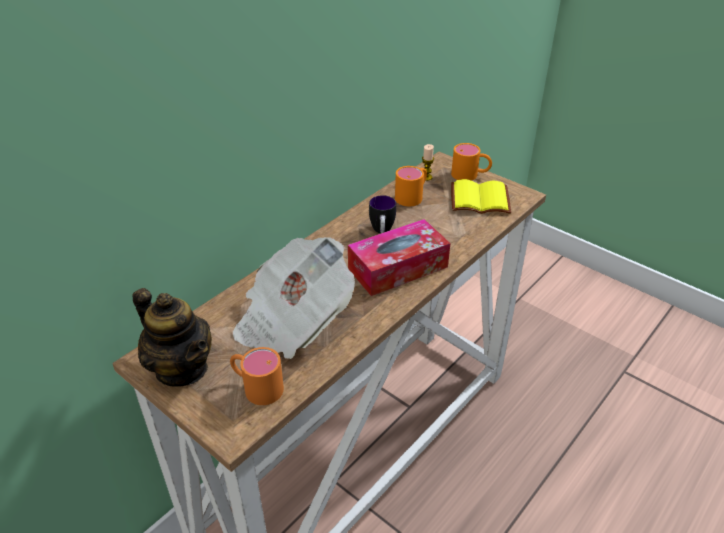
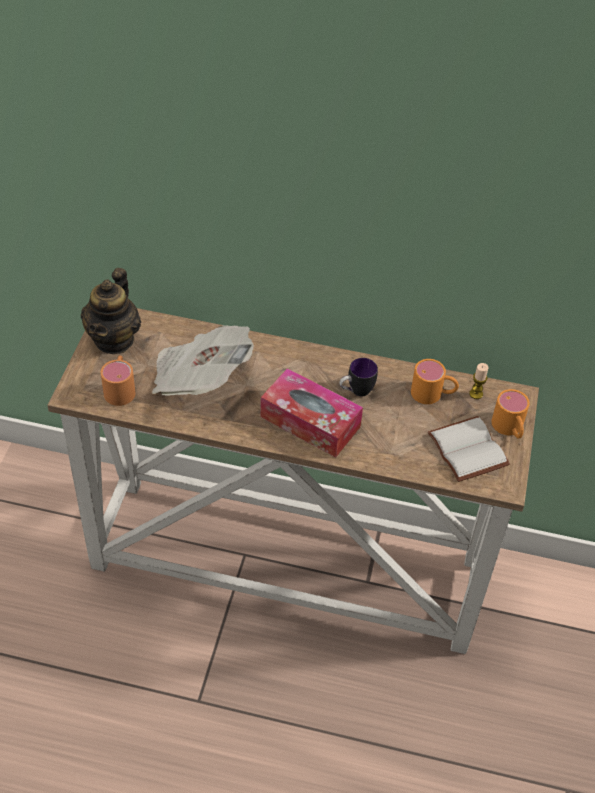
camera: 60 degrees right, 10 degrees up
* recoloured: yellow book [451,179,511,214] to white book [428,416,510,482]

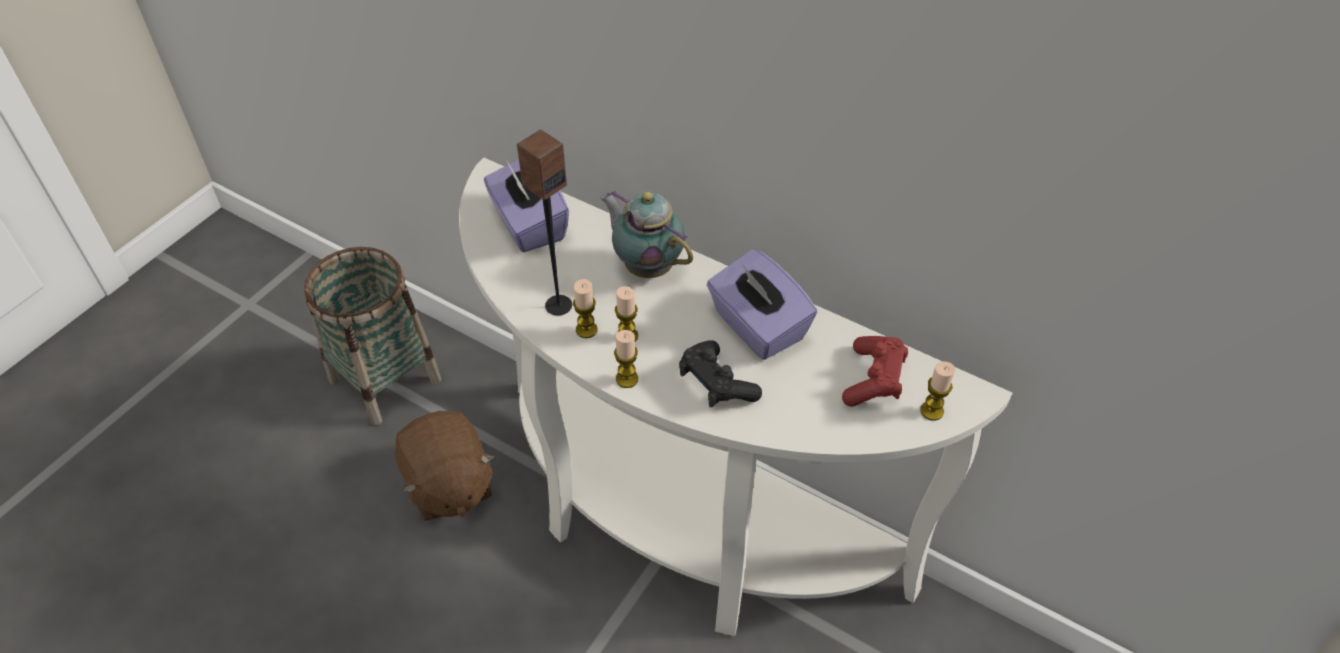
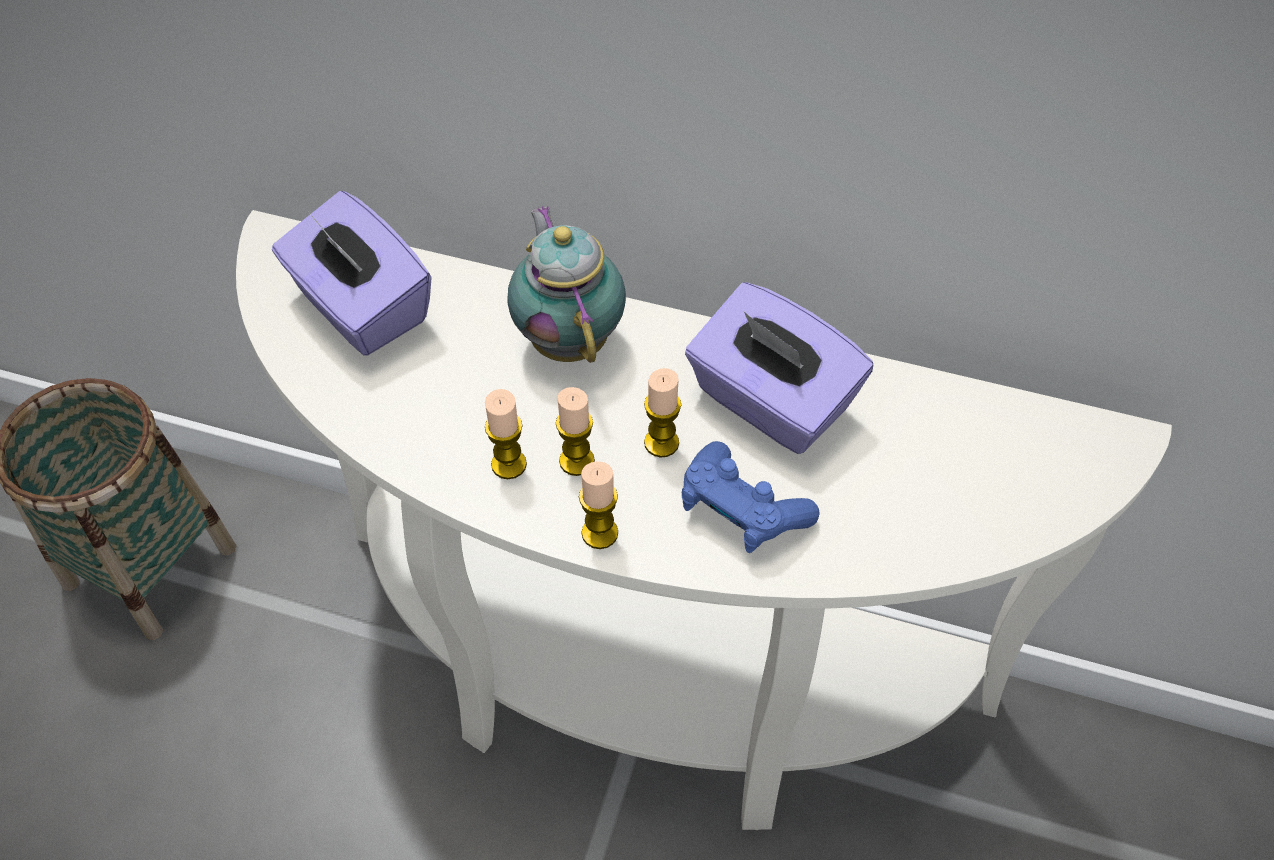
camera: 15 degrees left, 5 degrees up
* removed: speaker [517,130,572,315]
* turned: teapot [600,190,693,278] = [507,206,626,363] 45 degrees clockwise
* removed: red game controller [842,336,908,407]
* recoloured: black game controller [679,340,762,408] to blue game controller [681,441,819,553]
* moved: candle [921,362,955,421] to [644,368,681,458]
* removed: brown plush toy [395,411,494,520]

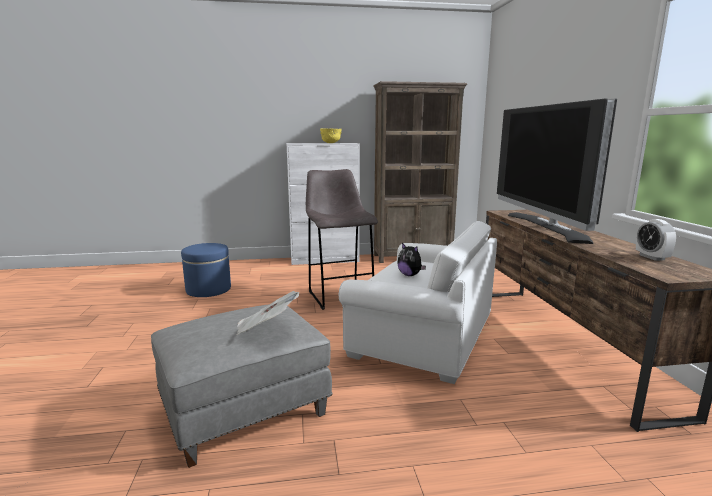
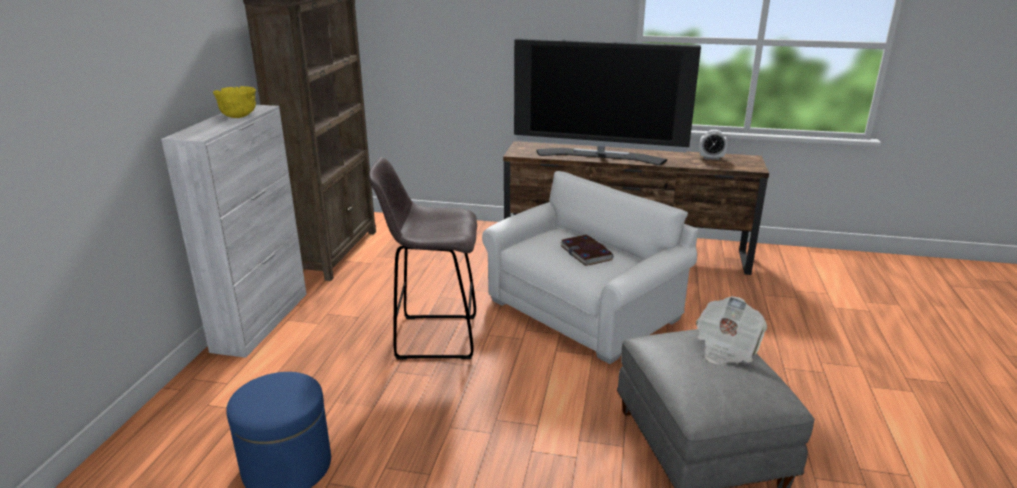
camera: 70 degrees left, 10 degrees up
* replaced: plush toy [397,243,426,276] to book [560,235,613,266]

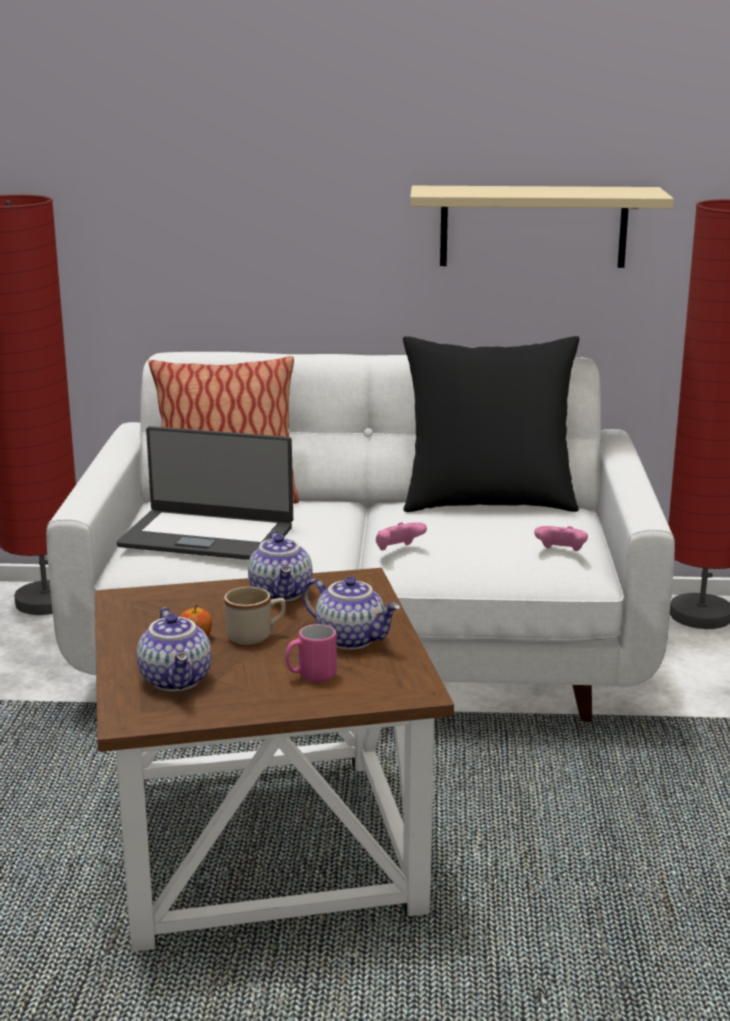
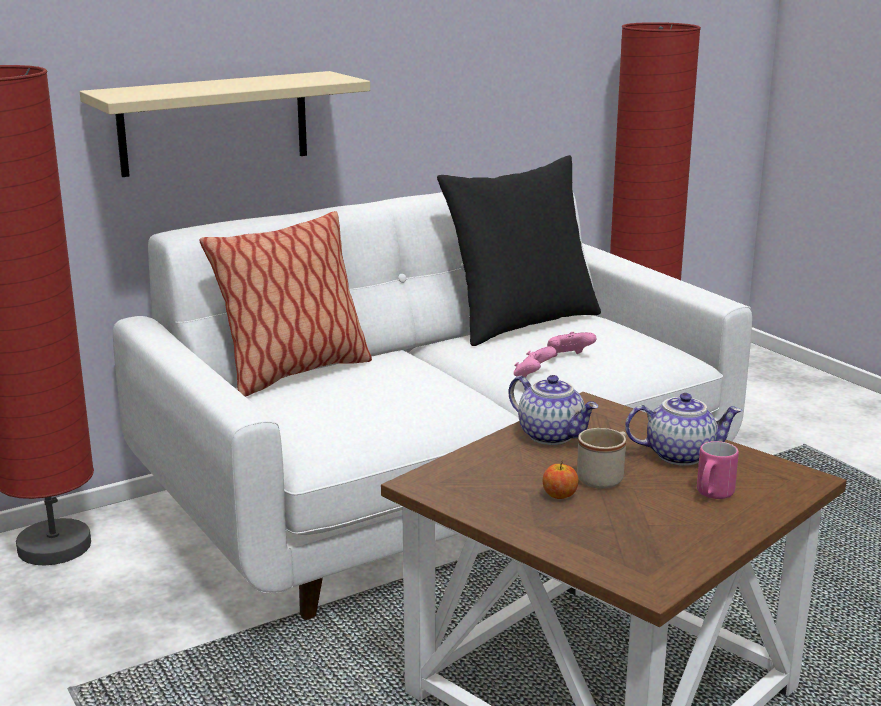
camera: 35 degrees left, 0 degrees up
* moved: beige shelf [410,186,674,268] to [80,71,370,177]
* removed: laptop [117,426,293,560]
* moved: pink game controller [534,526,588,551] to [547,332,596,357]
* removed: teapot [137,607,212,691]

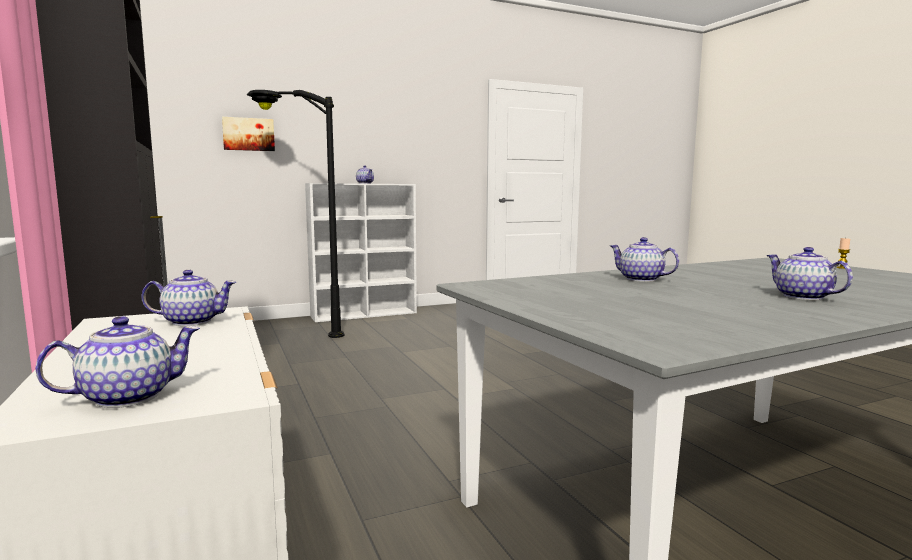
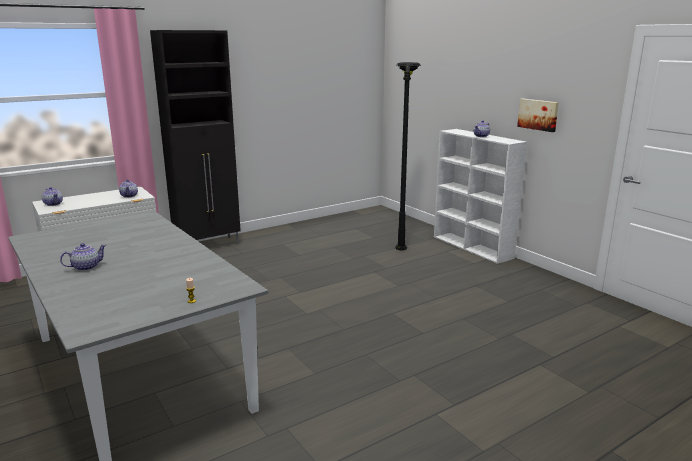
camera: 80 degrees right, 10 degrees up
* moved: picture [222,117,275,151] to [517,99,559,132]
* removed: teapot [610,237,679,282]

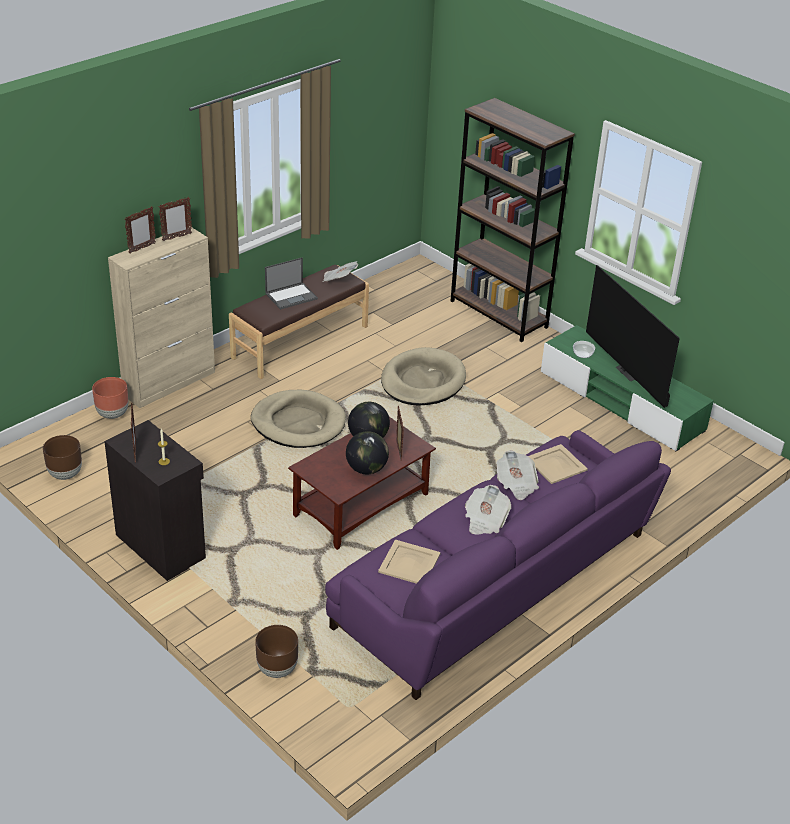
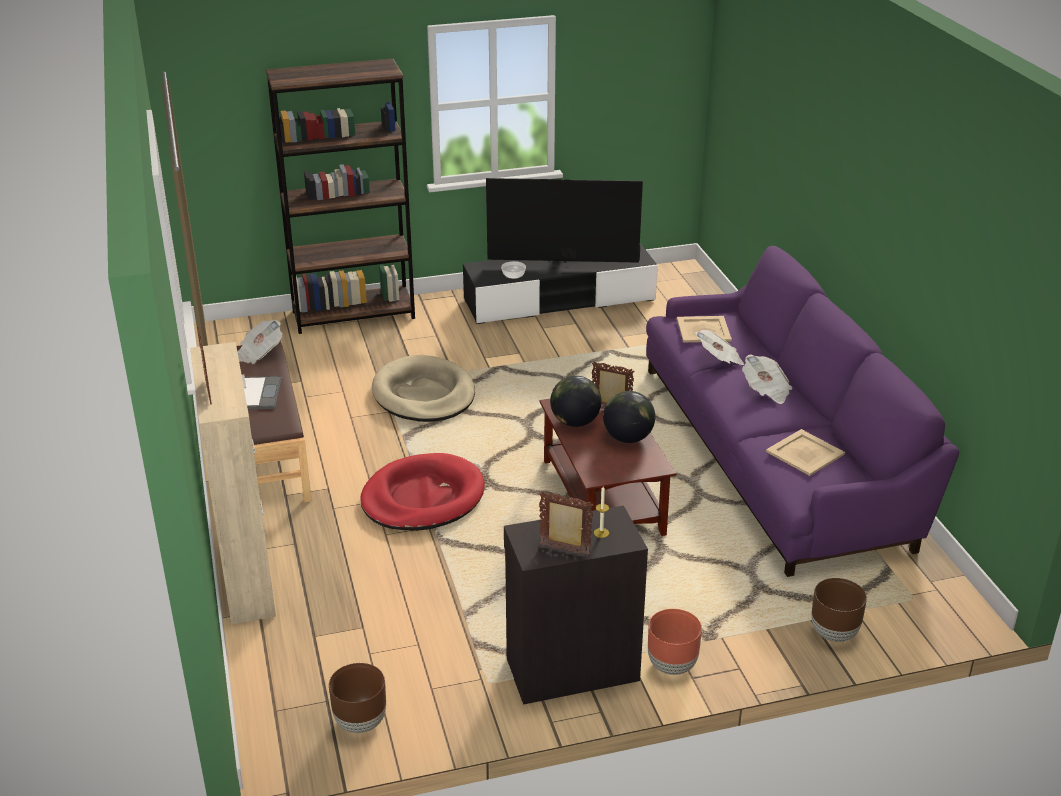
camera: 60 degrees left, 5 degrees down
* removed: picture frame [159,197,192,241]
* recoloured: green tv stand [541,325,714,452] to black tv stand [463,243,658,324]
* moved: brown planter [92,377,128,419] to [648,609,702,675]
* recoloured: beige dog bed [251,390,346,448] to red dog bed [360,453,485,531]

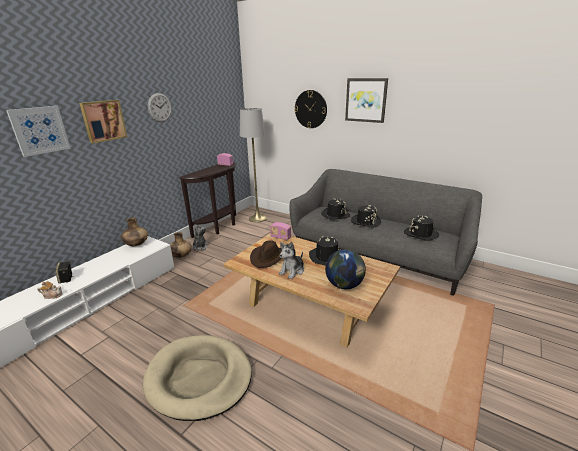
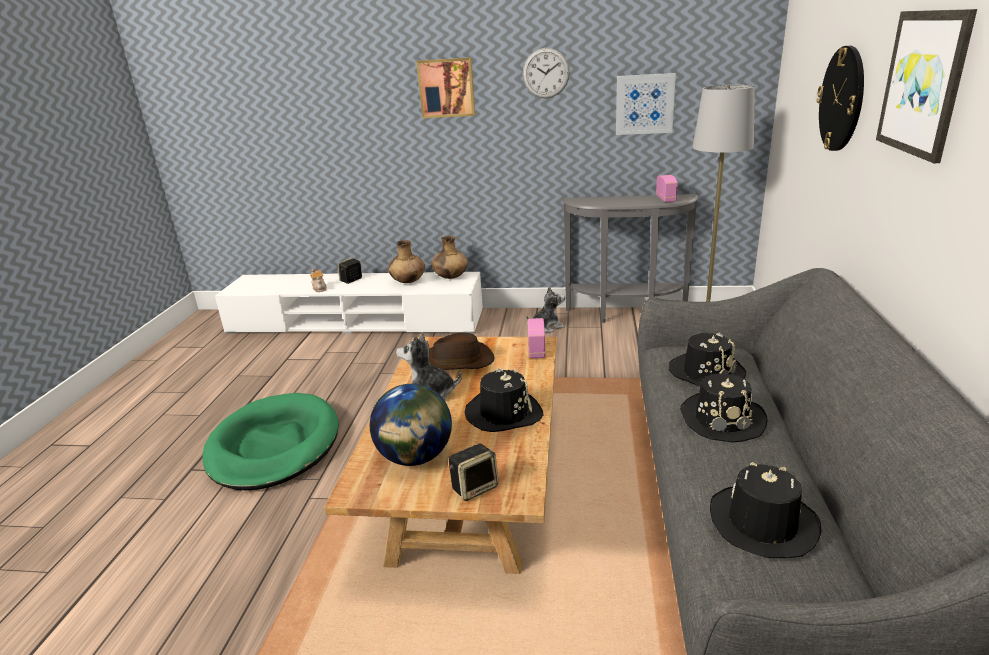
camera: 65 degrees right, 0 degrees up
* moved: picture [6,106,70,157] to [616,73,676,135]
* recoloured: brown console table [179,162,236,238] to grey console table [562,194,699,323]
* moved: brown vase [170,232,192,258] to [388,240,425,283]
* recoloured: beige dog bed [143,335,252,421] to green dog bed [203,393,339,490]
* added: speaker [449,444,499,501]

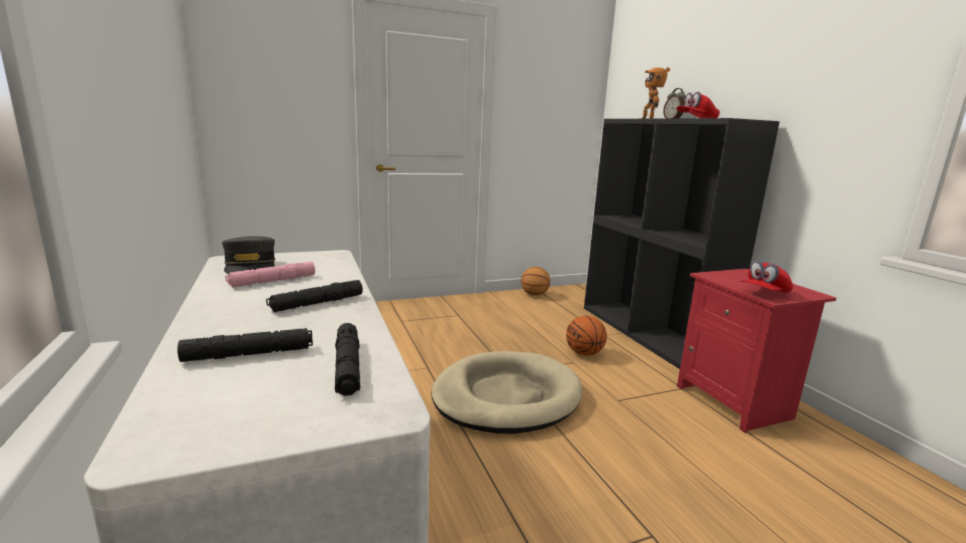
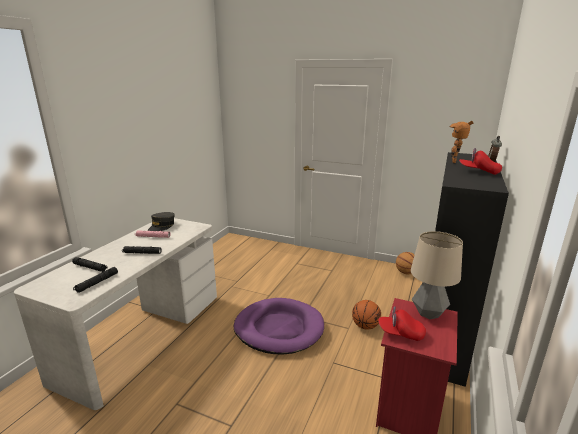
camera: 45 degrees right, 5 degrees up
* recoloured: beige dog bed [431,351,582,434] to purple dog bed [233,298,324,355]
* added: table lamp [411,231,463,319]

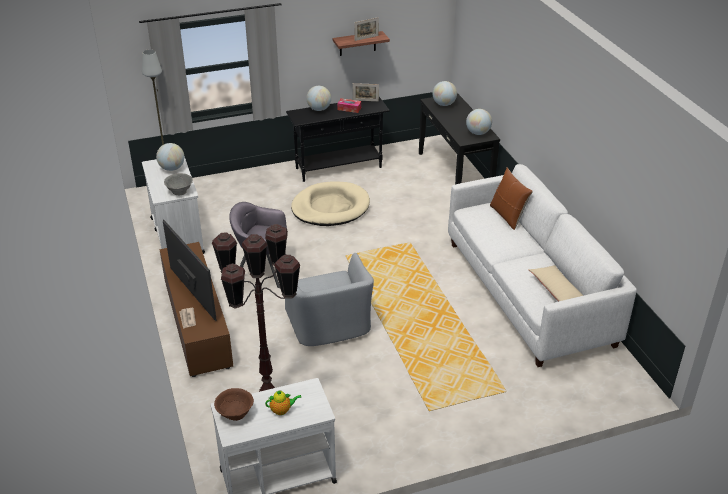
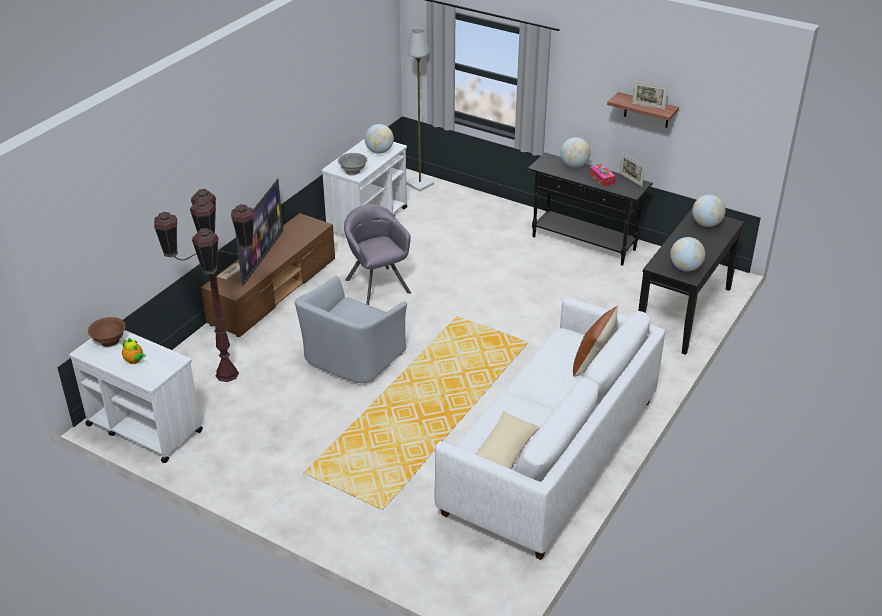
camera: 50 degrees right, 0 degrees up
* removed: beige dog bed [291,181,370,226]

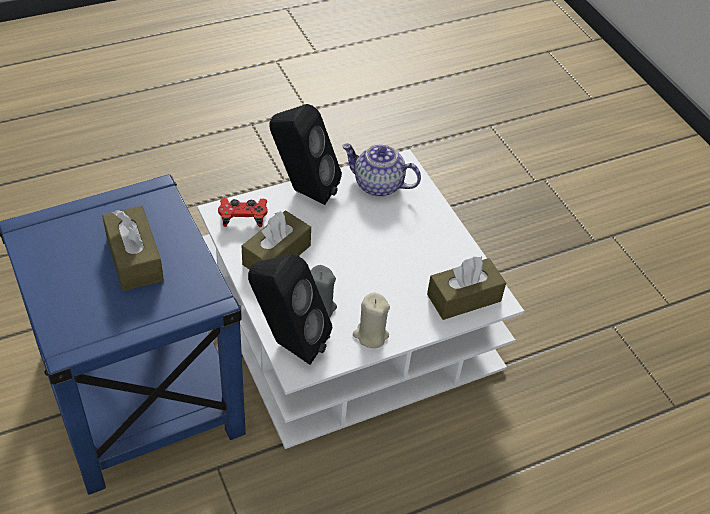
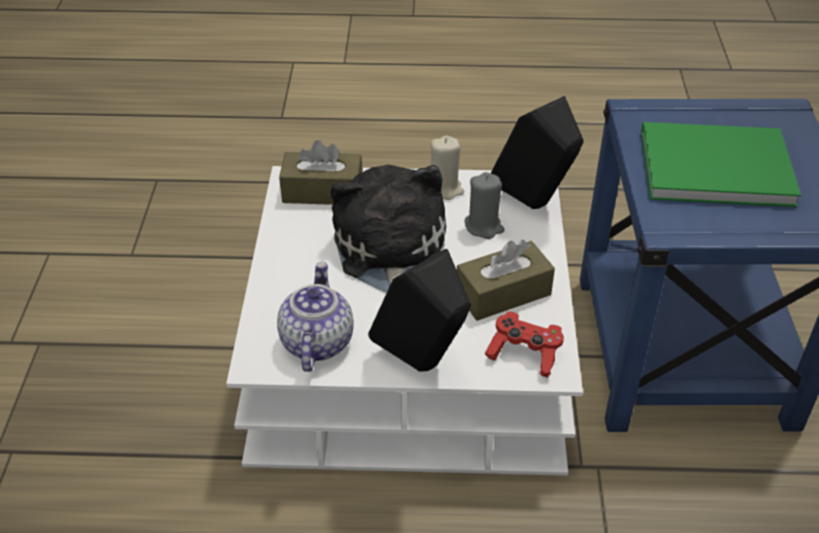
camera: 150 degrees left, 5 degrees down
* turned: teapot [342,144,421,197] = [277,261,354,372] 135 degrees counterclockwise
* replaced: brown tissue box [102,206,164,291] to green book [641,122,801,207]
* added: plush toy [331,165,446,293]

